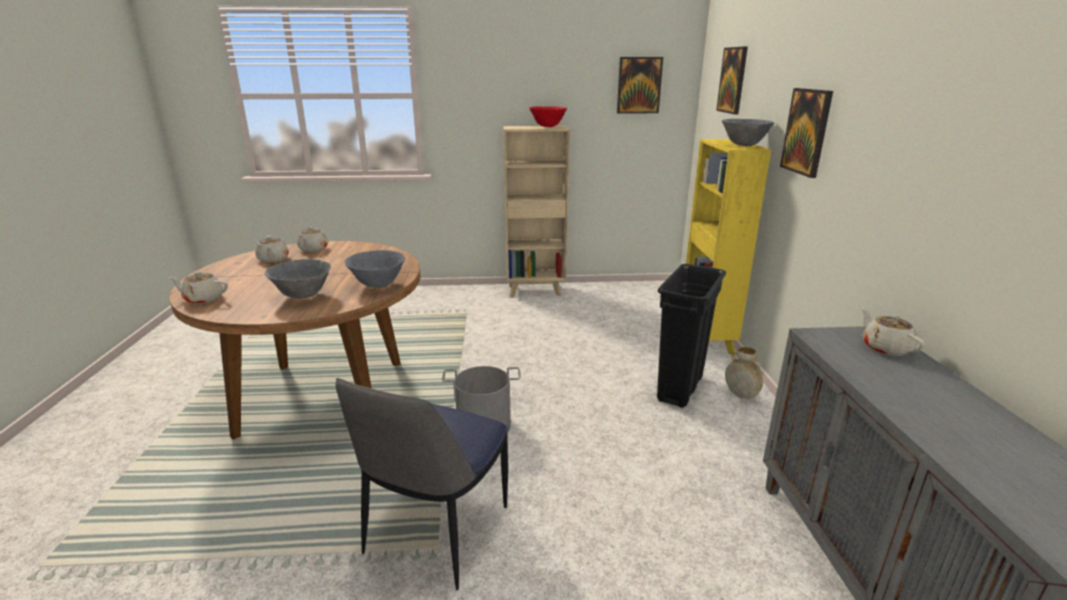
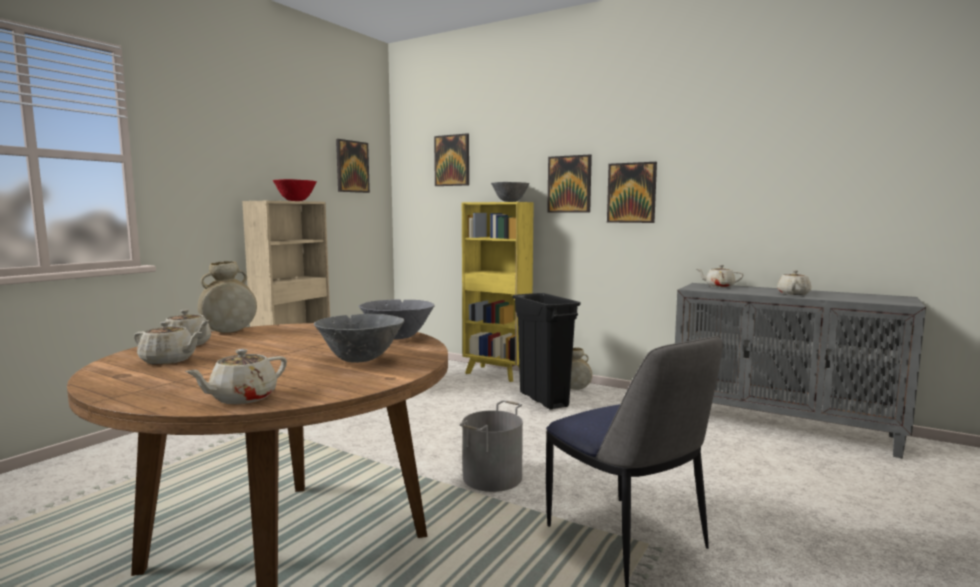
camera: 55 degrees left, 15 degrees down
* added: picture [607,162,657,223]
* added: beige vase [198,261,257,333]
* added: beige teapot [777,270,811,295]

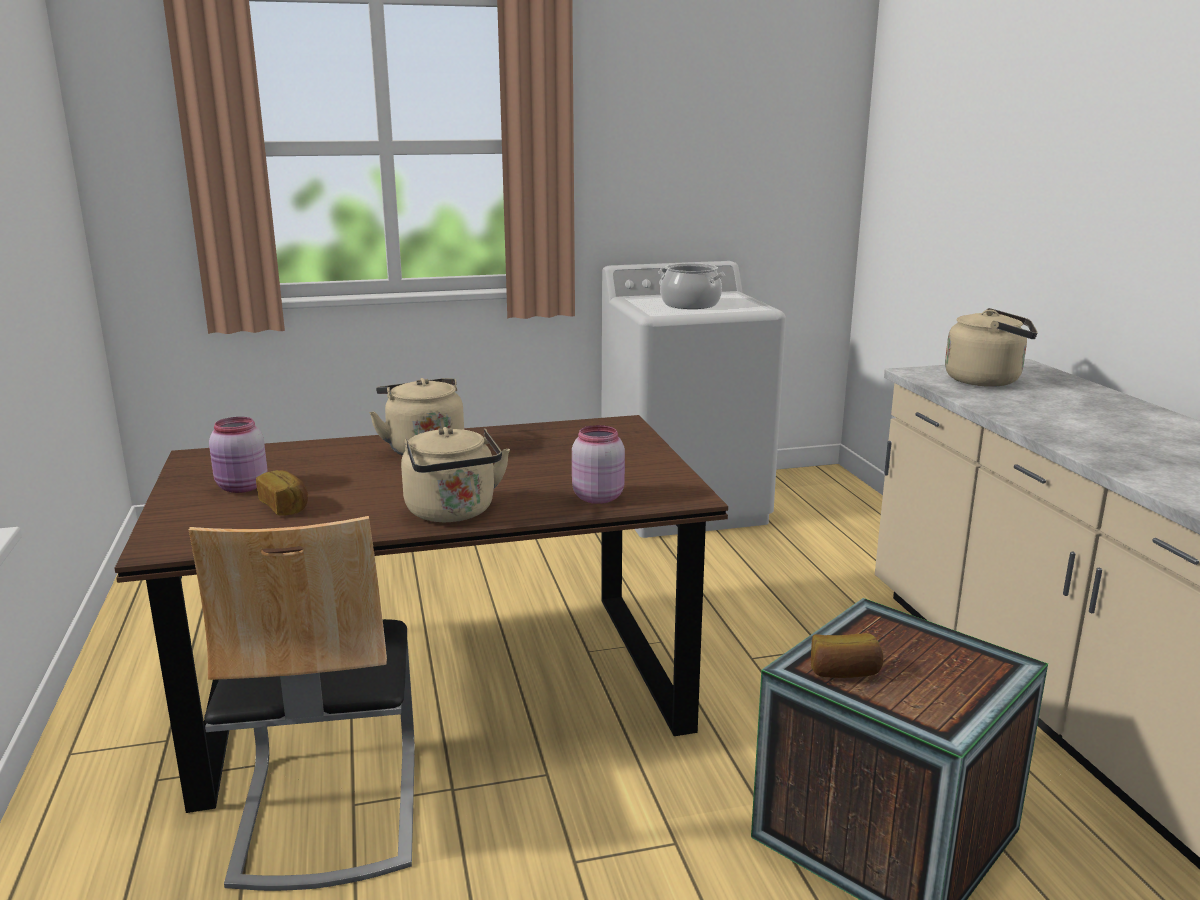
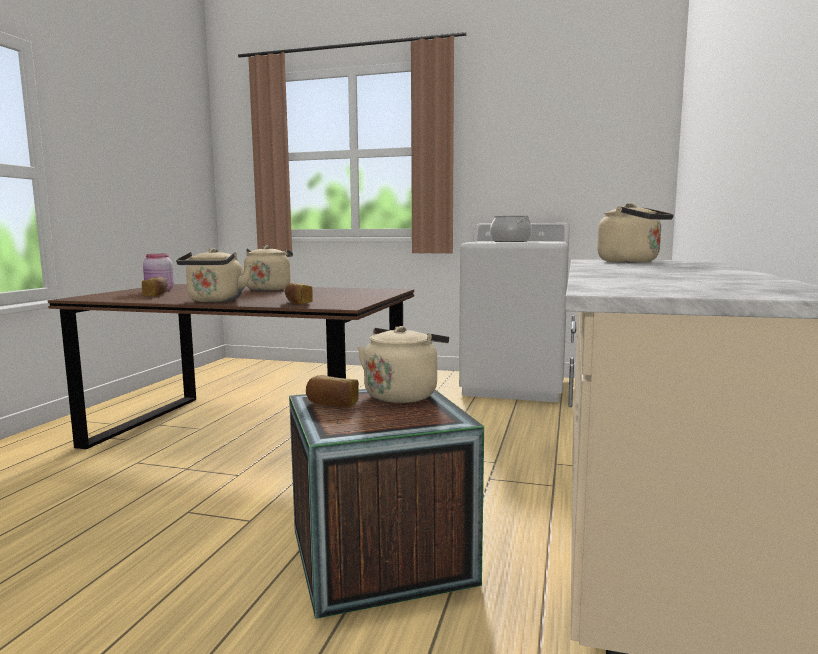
camera: 30 degrees right, 10 degrees down
* replaced: pink jar [572,425,625,504] to bread [285,282,313,304]
* removed: chair [189,516,415,891]
* added: beige kettle [357,326,449,403]

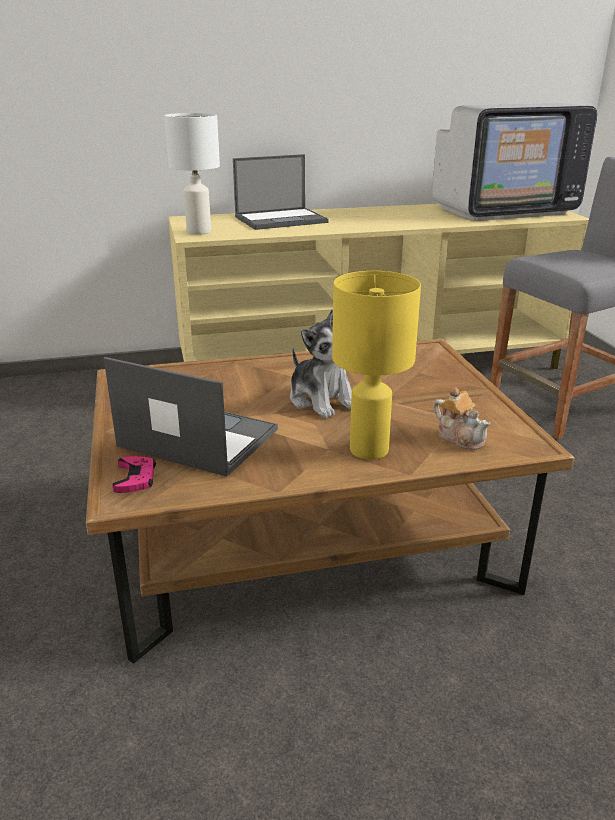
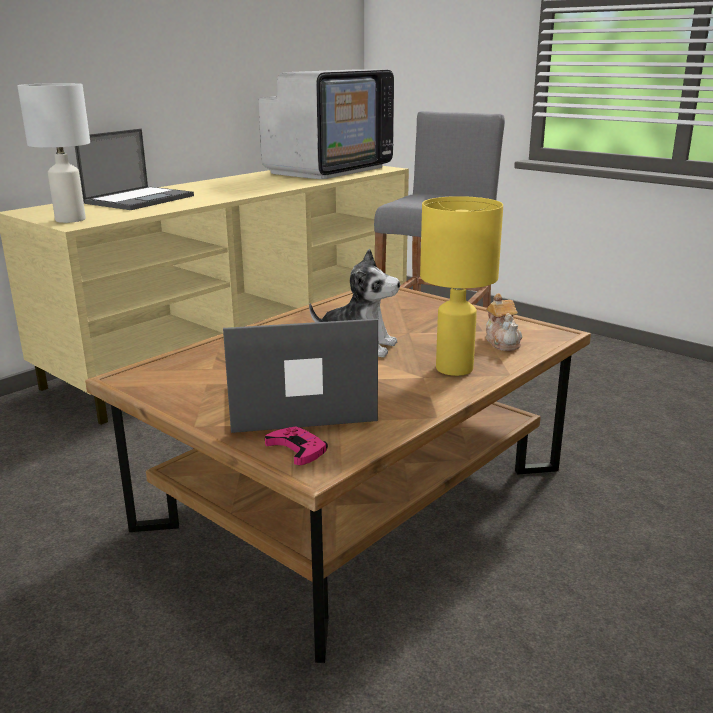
camera: 35 degrees left, 5 degrees down
* turned: teapot [434,387,491,450] = [485,293,522,351] 60 degrees clockwise

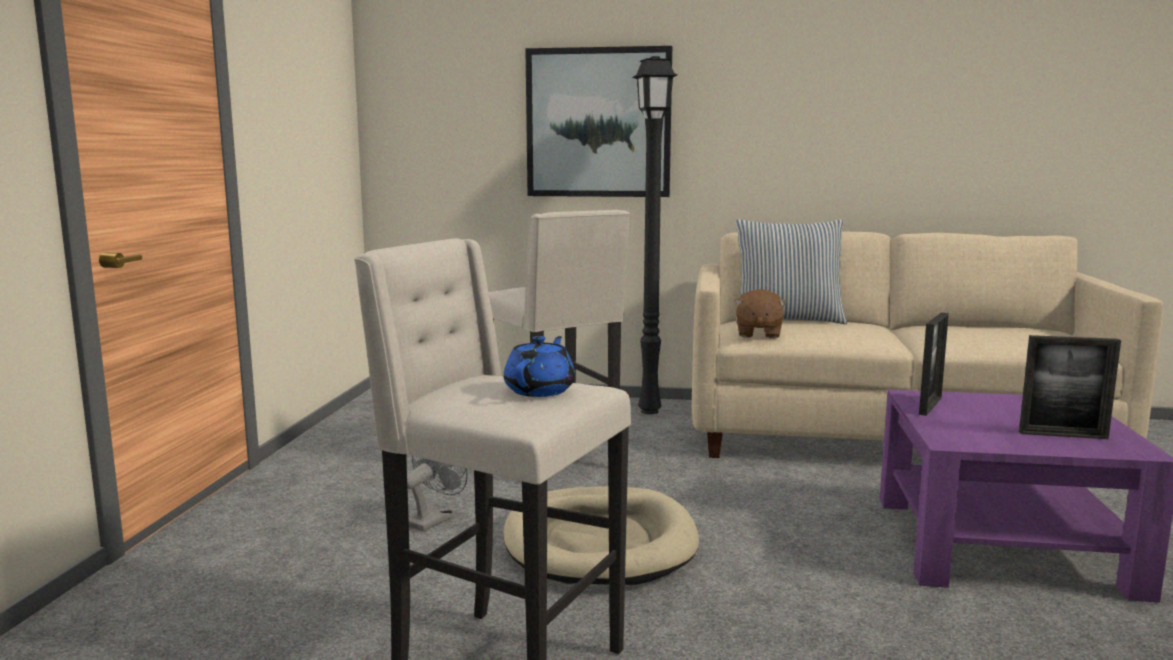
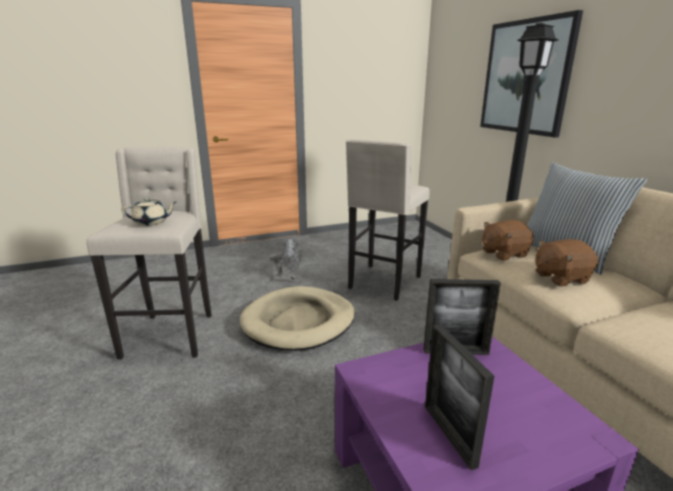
camera: 60 degrees right, 10 degrees up
* recoloured: blue teapot [504,336,575,397] to beige teapot [122,197,176,226]
* added: brown plush toy [535,239,598,287]

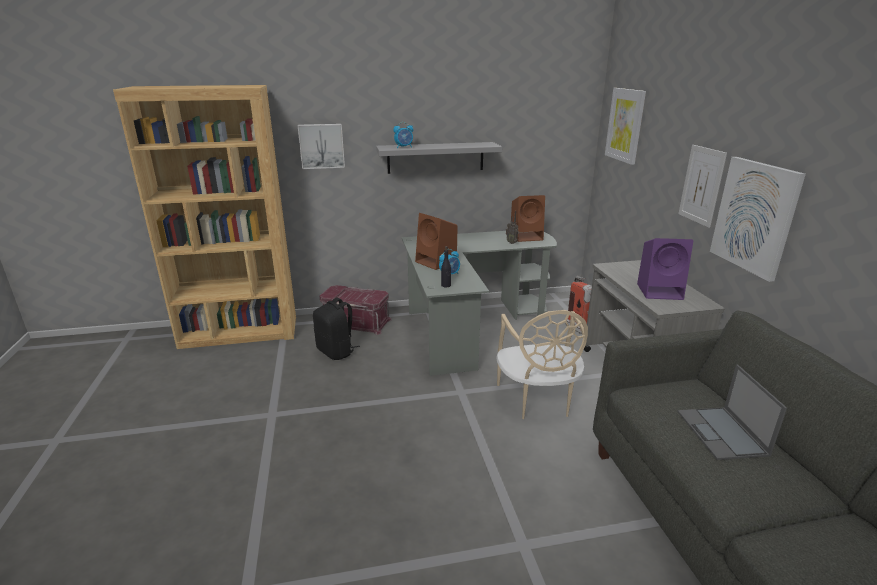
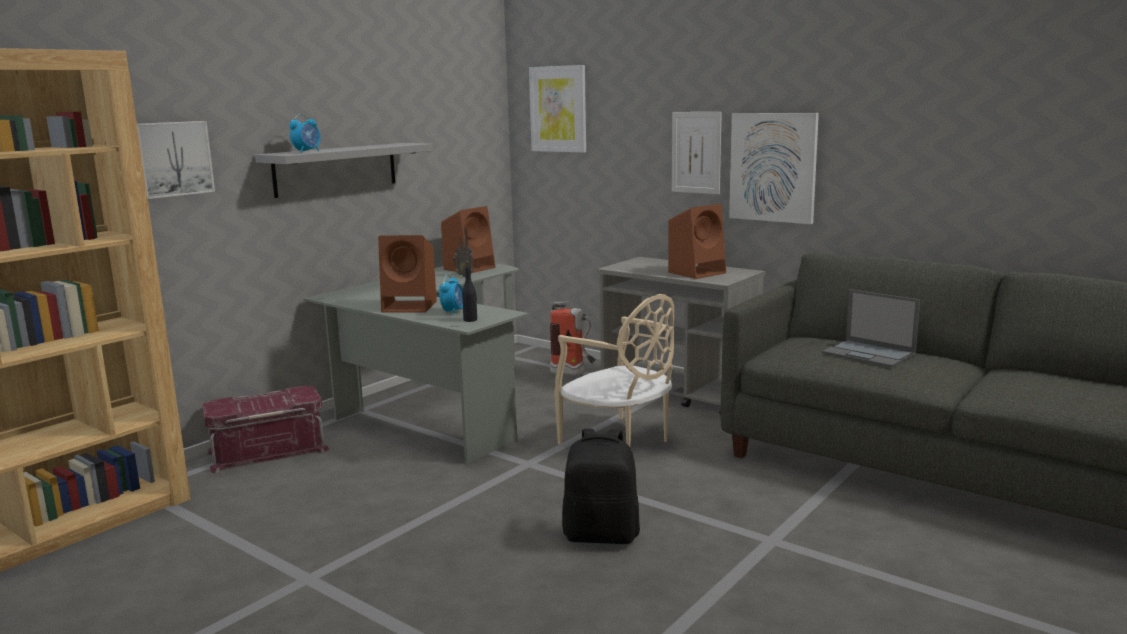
camera: 40 degrees left, 10 degrees down
* recoloured: purple speaker [637,238,693,300] to brown speaker [668,204,726,279]
* moved: black backpack [313,298,360,360] to [562,429,640,544]

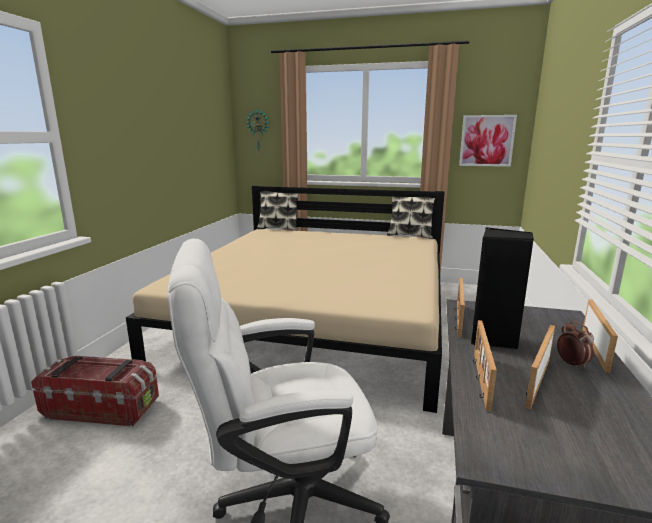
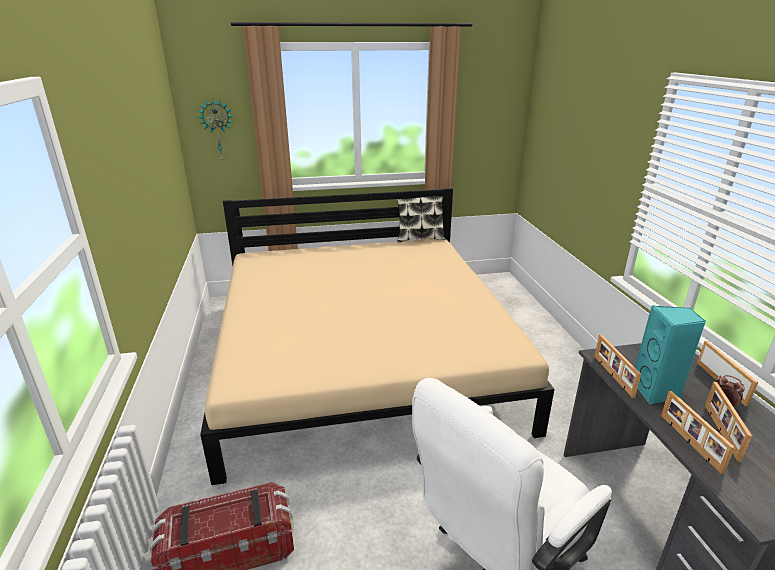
camera: 25 degrees left, 10 degrees up
* removed: picture [459,115,517,167]
* removed: pillow [257,191,299,230]
* recoloured: black speaker [471,227,534,349] to turquoise speaker [635,305,706,404]

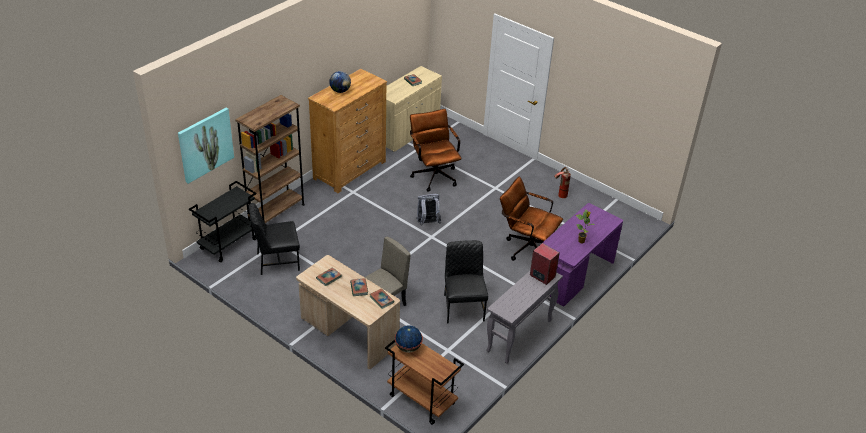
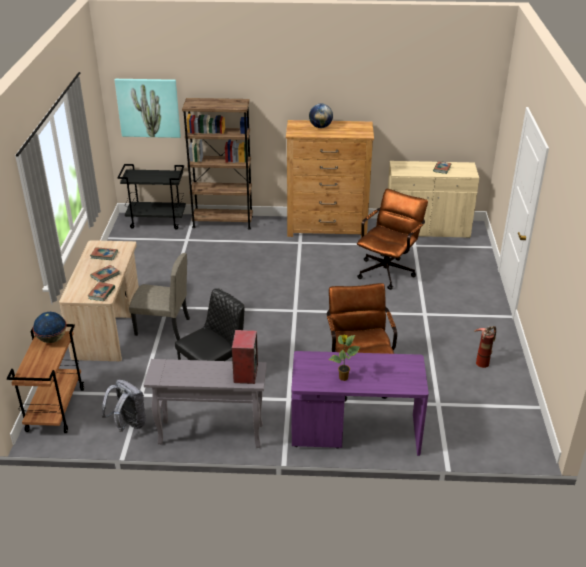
camera: 55 degrees right, 5 degrees down
* moved: grey backpack [416,194,441,225] to [102,380,146,432]
* removed: black chair [248,203,300,275]

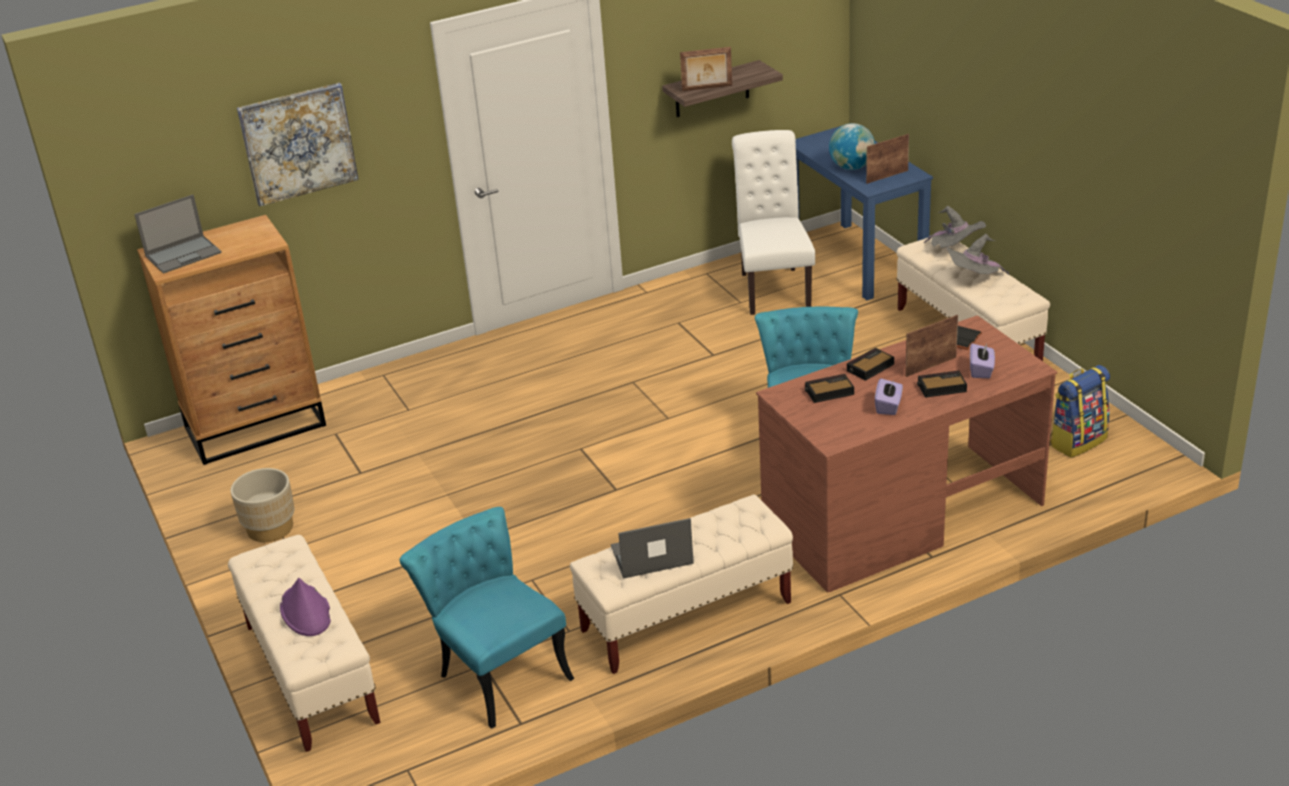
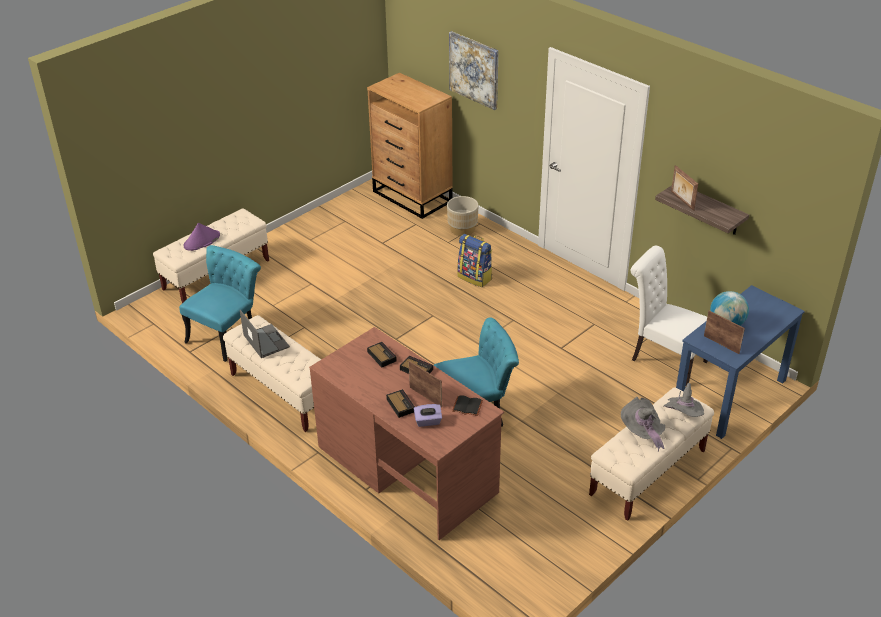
camera: 70 degrees right, 5 degrees up
* turned: white chair [732,130,815,315] = [631,246,708,386] 120 degrees counterclockwise
* removed: laptop [134,195,222,274]
* moved: backpack [1050,365,1110,458] to [457,234,492,287]
* removed: purple tissue box [875,379,903,415]
* moved: beige planter [231,468,294,542] to [447,196,478,236]

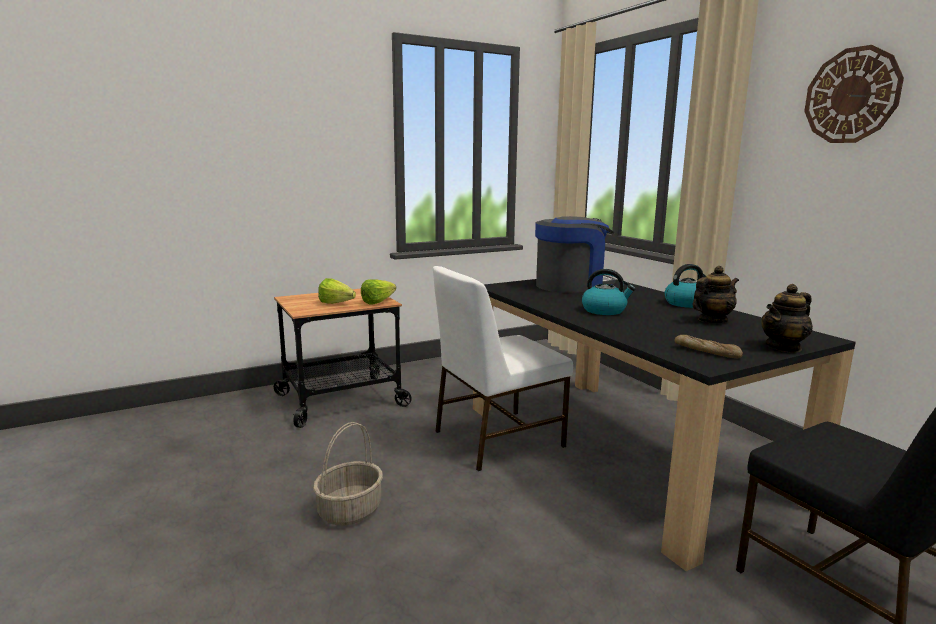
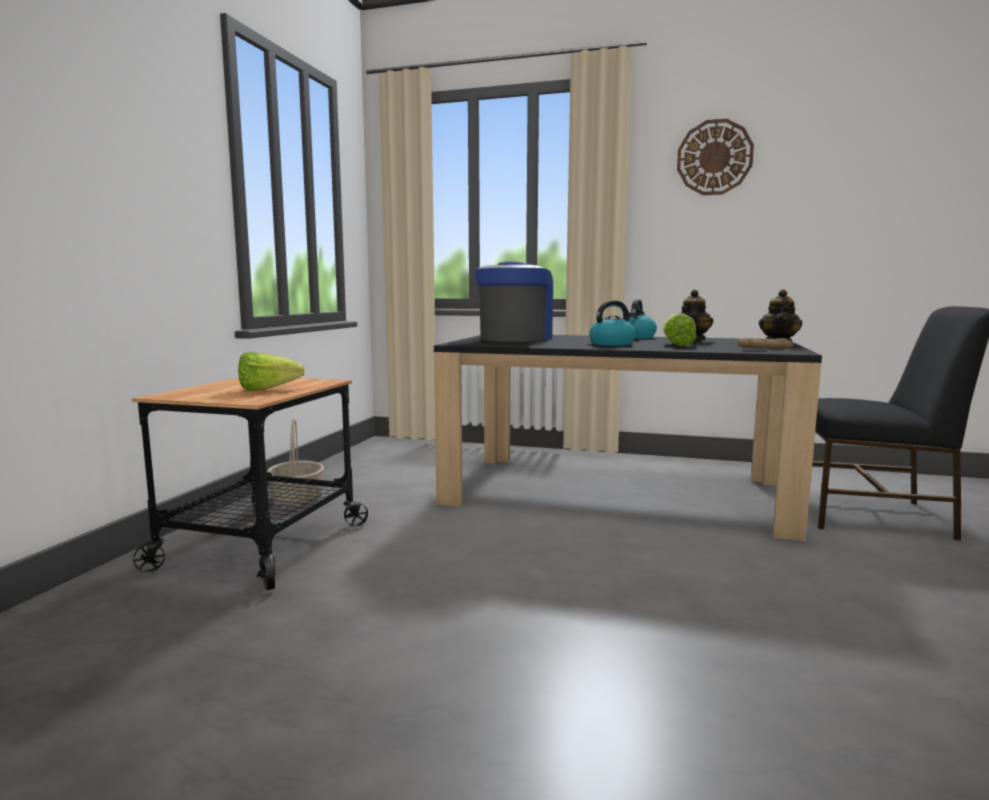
camera: 45 degrees left, 5 degrees down
* removed: white chair [433,266,573,471]
* moved: lettuce [361,280,396,305] to [663,313,696,346]
* moved: basket [313,422,383,526] to [267,418,324,506]

